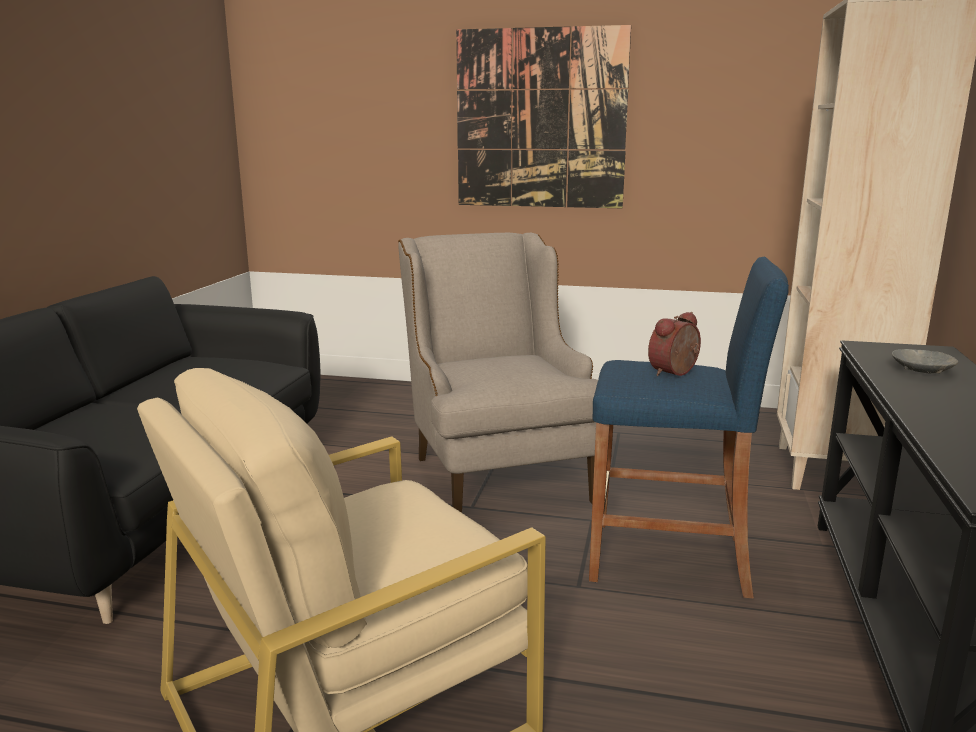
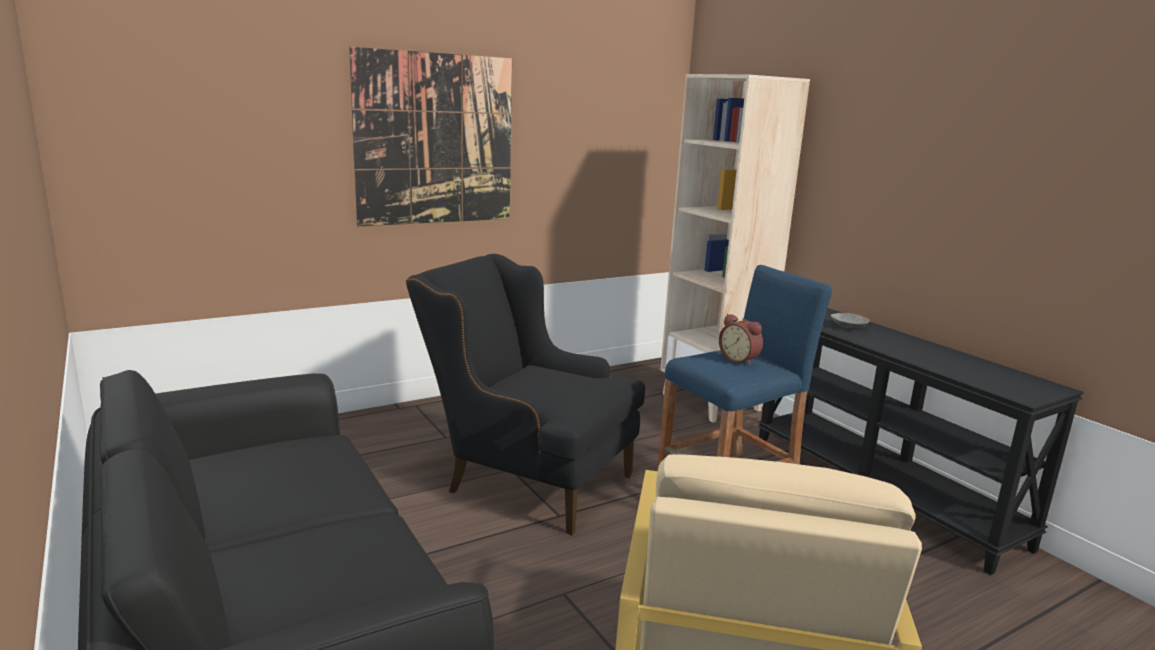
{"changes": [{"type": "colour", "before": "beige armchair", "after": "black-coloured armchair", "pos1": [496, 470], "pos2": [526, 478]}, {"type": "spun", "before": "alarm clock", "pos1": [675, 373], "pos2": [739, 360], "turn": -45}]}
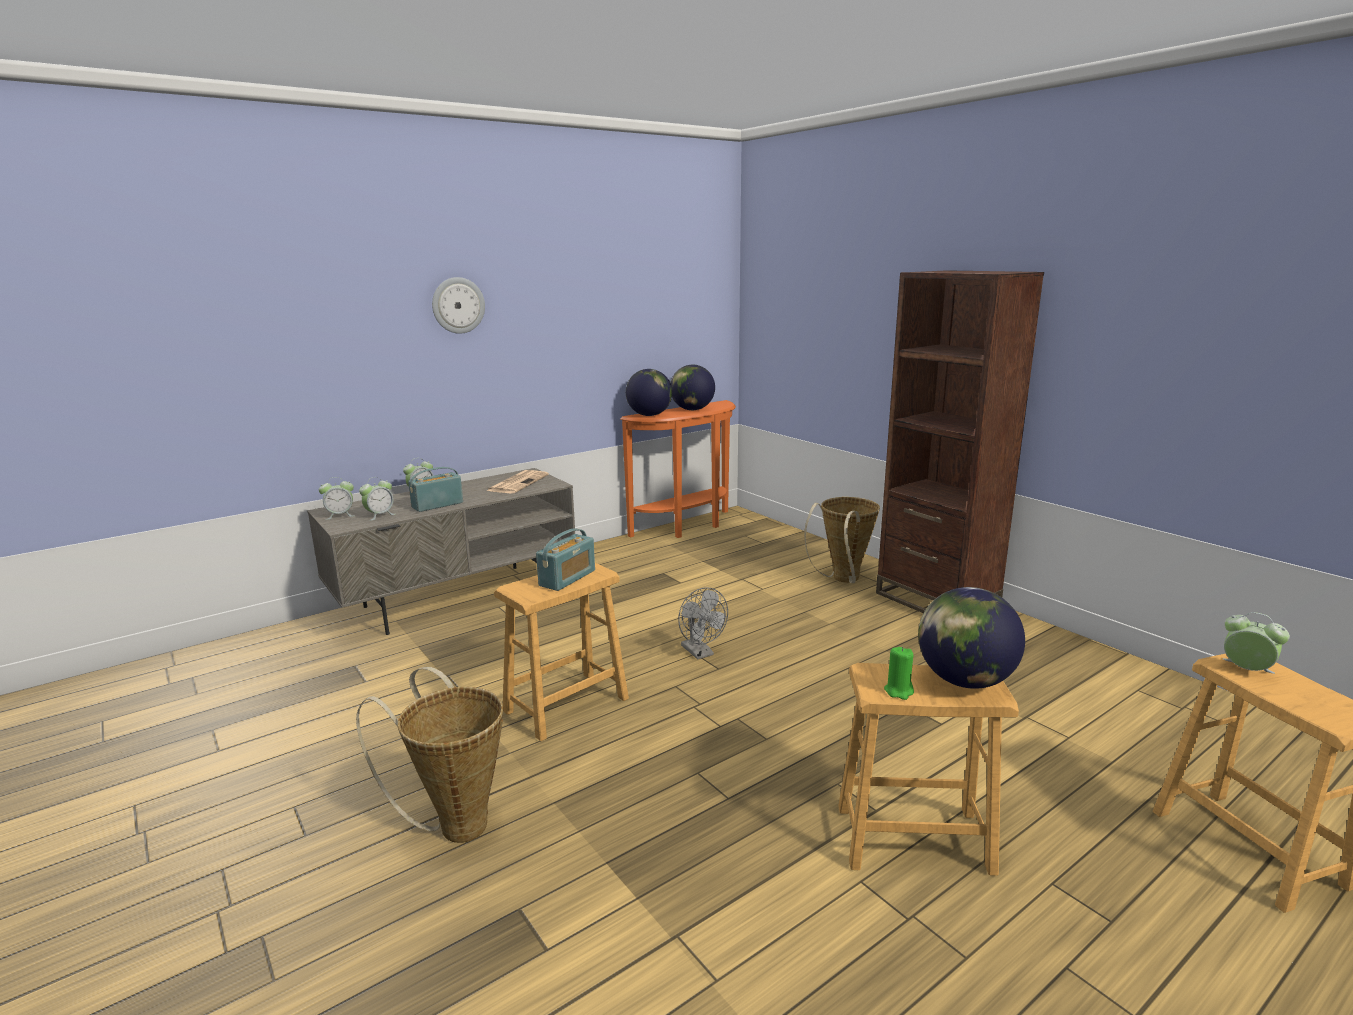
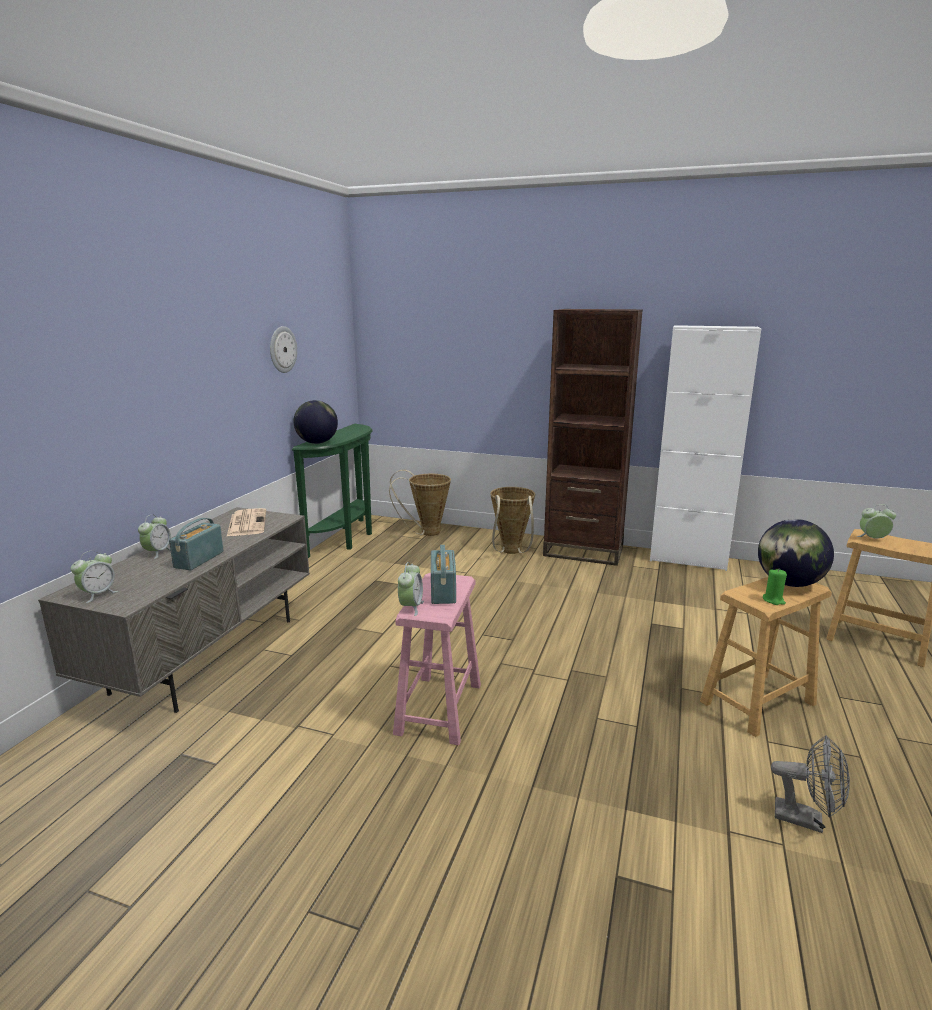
{"changes": [{"type": "relocated", "before": "clock on the wall", "pos1": [458, 305], "pos2": [282, 349]}, {"type": "colour", "before": "orange console table", "after": "green console table", "pos1": [688, 527], "pos2": [347, 539]}, {"type": "relocated", "before": "household basket", "pos1": [456, 823], "pos2": [425, 532]}, {"type": "colour", "before": "brownish stool", "after": "pinkish stool", "pos1": [566, 705], "pos2": [439, 709]}, {"type": "relocated", "before": "alarm clock", "pos1": [380, 515], "pos2": [411, 607]}, {"type": "appeared", "after": "white-coloured cupboard", "pos2": [687, 559]}, {"type": "relocated", "before": "gray fan", "pos1": [700, 653], "pos2": [806, 819]}, {"type": "missing", "before": "world globe", "pos1": [692, 409]}]}
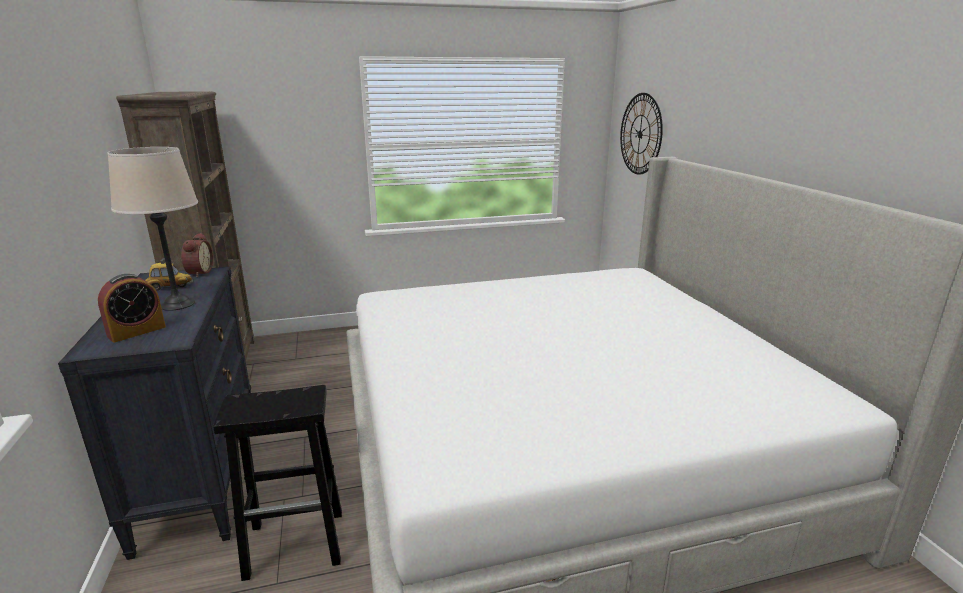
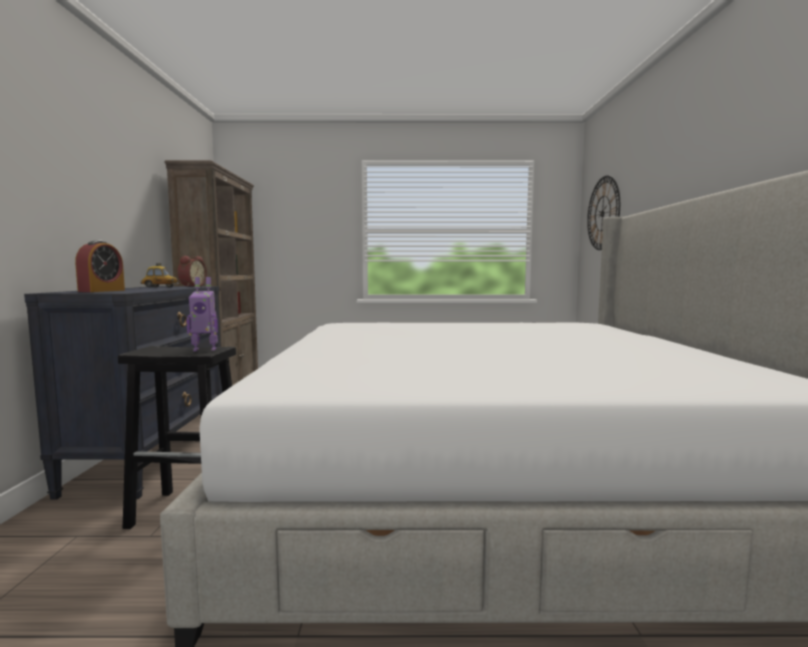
{"changes": [{"type": "spun", "before": "alarm clock", "pos1": [136, 331], "pos2": [102, 291], "turn": -45}, {"type": "appeared", "after": "model robot", "pos2": [205, 349]}, {"type": "missing", "before": "beige lamp for a table", "pos1": [177, 304]}]}
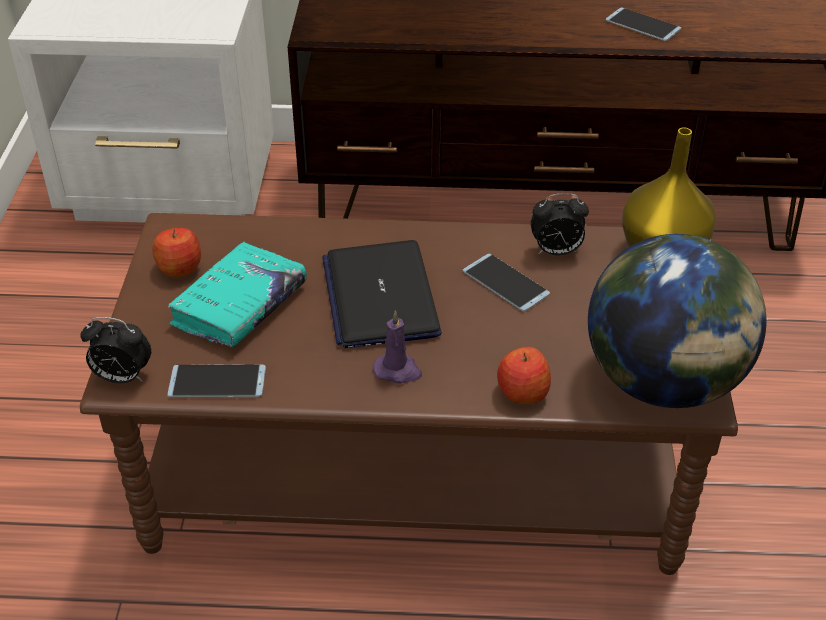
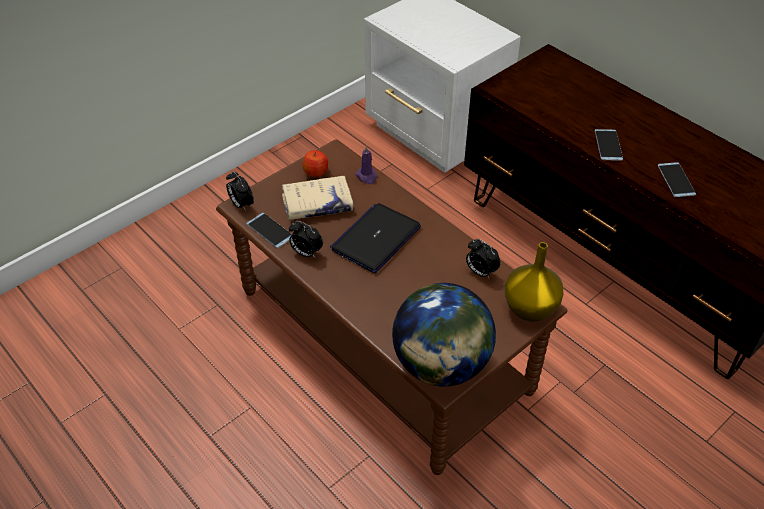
{"changes": [{"type": "colour", "before": "turquoise volume", "after": "beige volume", "pos1": [239, 305], "pos2": [317, 204]}, {"type": "appeared", "after": "alarm clock", "pos2": [306, 253]}, {"type": "relocated", "before": "purple-coloured candle", "pos1": [398, 371], "pos2": [367, 176]}, {"type": "relocated", "before": "phone", "pos1": [506, 283], "pos2": [608, 145]}, {"type": "missing", "before": "whole apple", "pos1": [522, 392]}]}
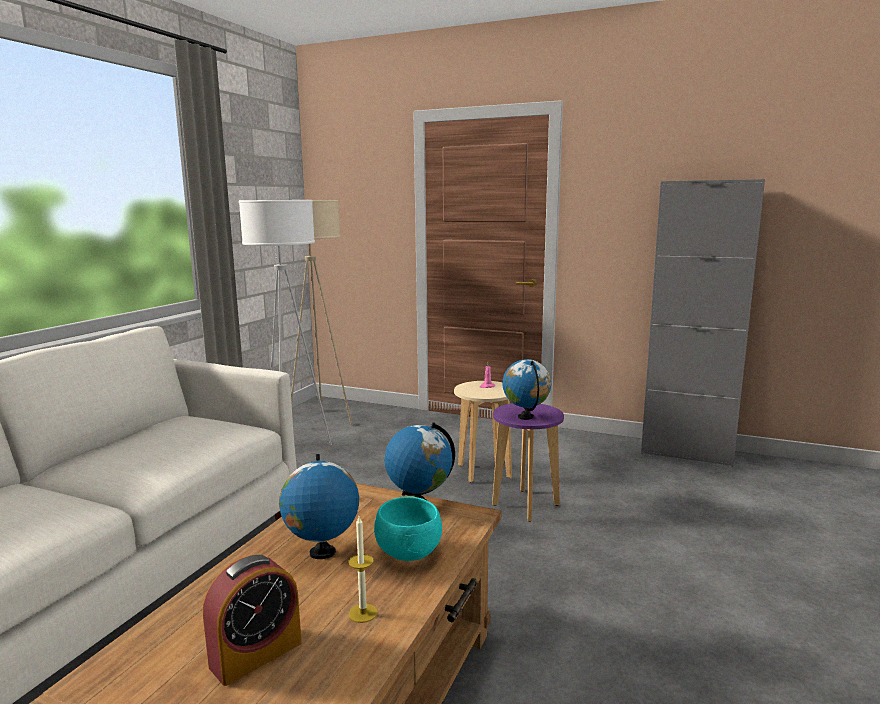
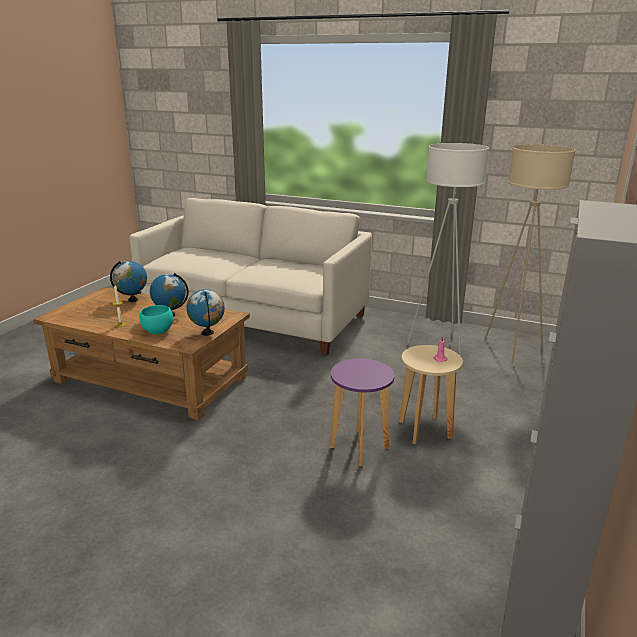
{"changes": [{"type": "relocated", "before": "world globe", "pos1": [526, 417], "pos2": [133, 300]}, {"type": "missing", "before": "alarm clock", "pos1": [256, 654]}]}
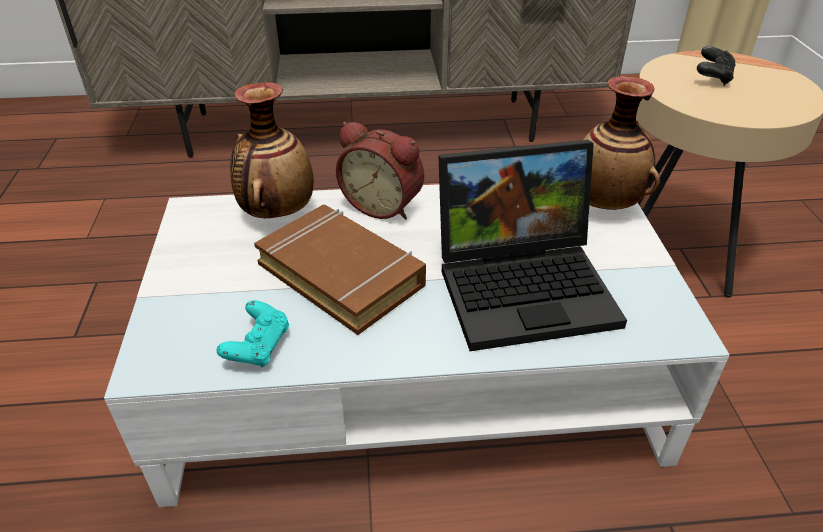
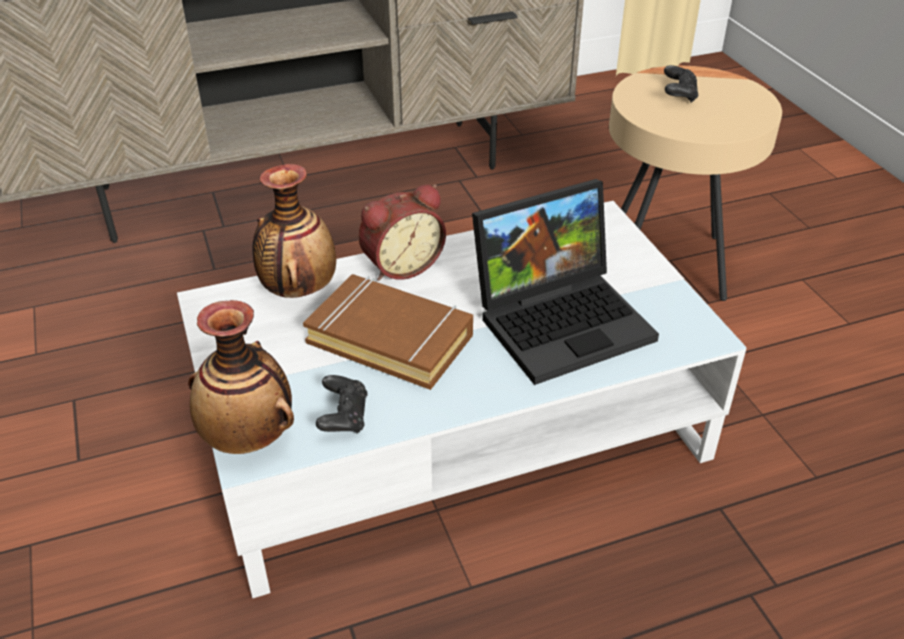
{"changes": [{"type": "relocated", "before": "flower vase", "pos1": [603, 204], "pos2": [249, 437]}, {"type": "colour", "before": "turquoise gamepad", "after": "black-coloured gamepad", "pos1": [258, 346], "pos2": [343, 417]}, {"type": "spun", "before": "alarm clock", "pos1": [383, 205], "pos2": [401, 265], "turn": -45}]}
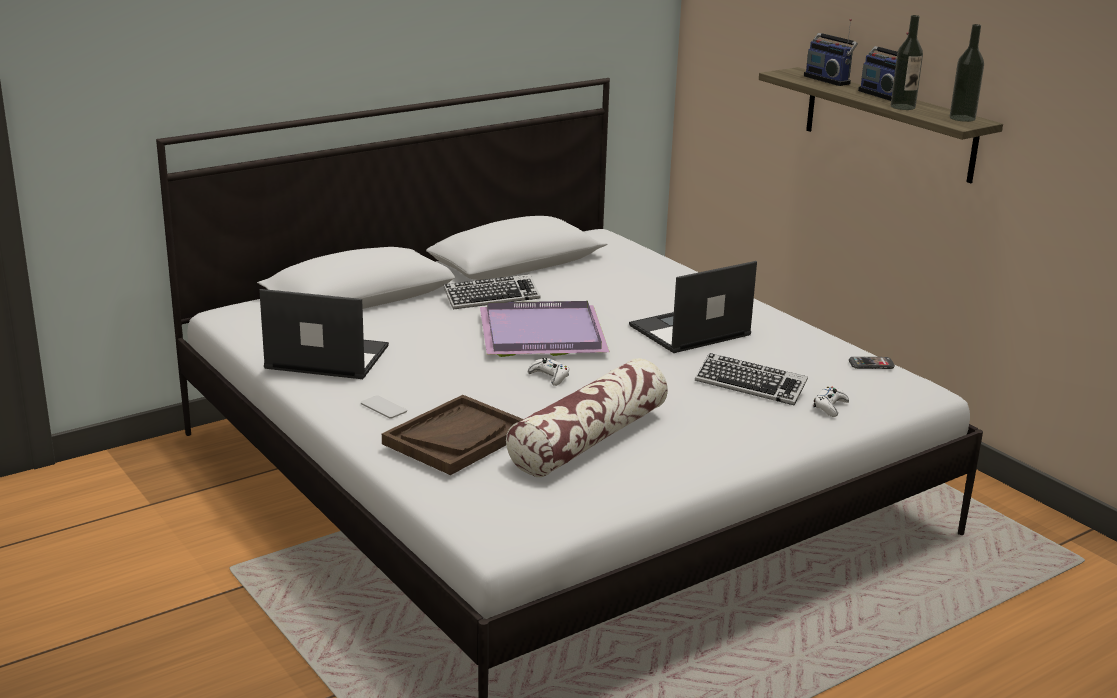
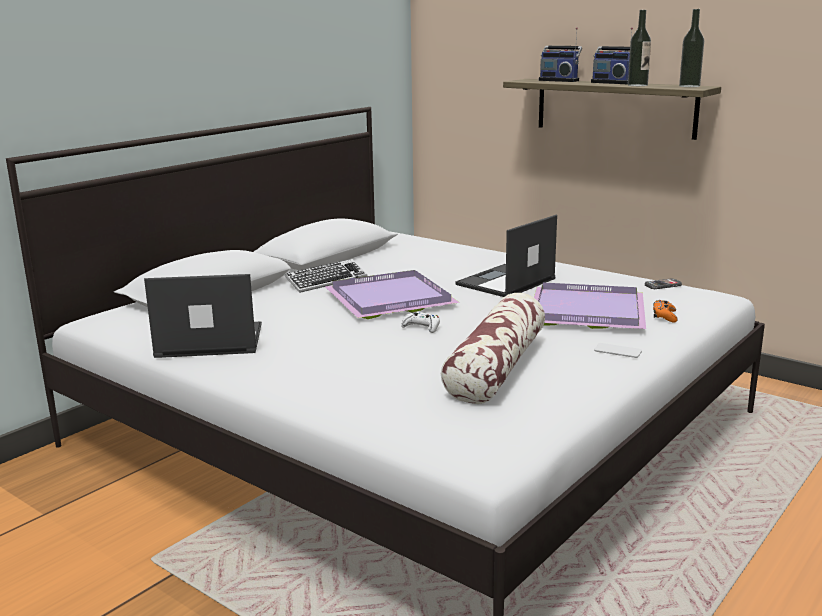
{"changes": [{"type": "exchanged", "before": "computer keyboard", "after": "purple-coloured serving tray", "pos1": [750, 385], "pos2": [589, 311]}, {"type": "relocated", "before": "phone", "pos1": [383, 408], "pos2": [617, 351]}, {"type": "colour", "before": "white-coloured gamepad", "after": "orange gamepad", "pos1": [830, 407], "pos2": [664, 316]}, {"type": "missing", "before": "brownish serving tray", "pos1": [456, 438]}]}
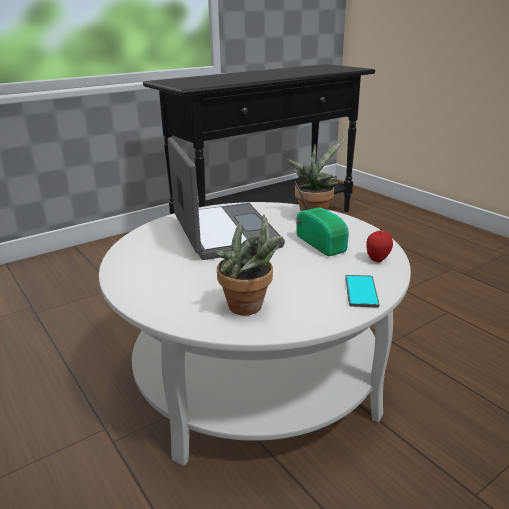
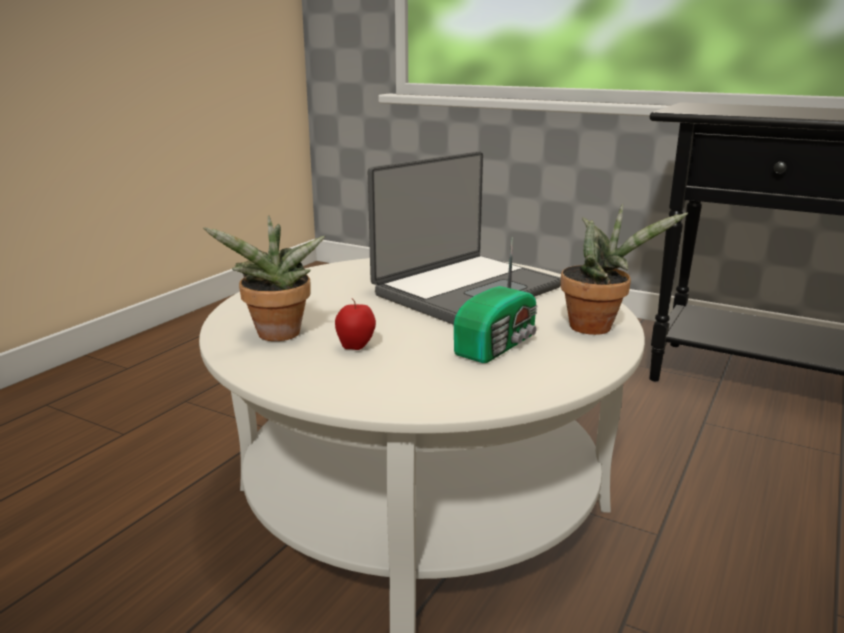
{"changes": [{"type": "relocated", "before": "whole apple", "pos1": [377, 259], "pos2": [356, 347]}, {"type": "missing", "before": "phone", "pos1": [361, 291]}]}
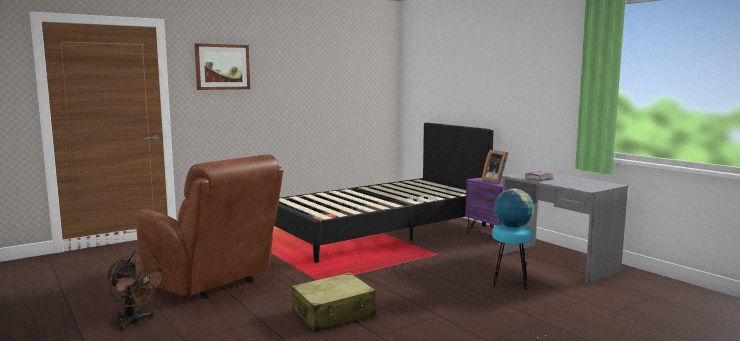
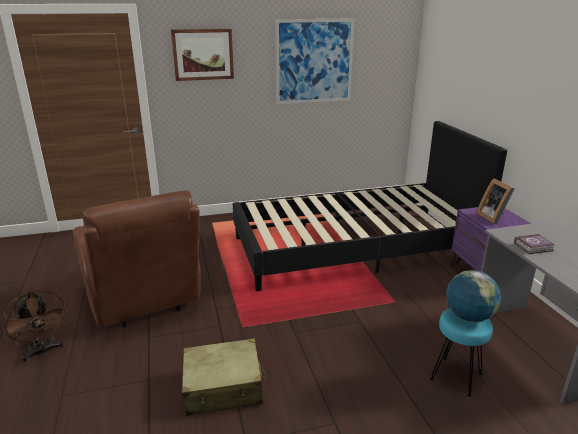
{"changes": [{"type": "appeared", "after": "wall picture", "pos2": [314, 61]}]}
